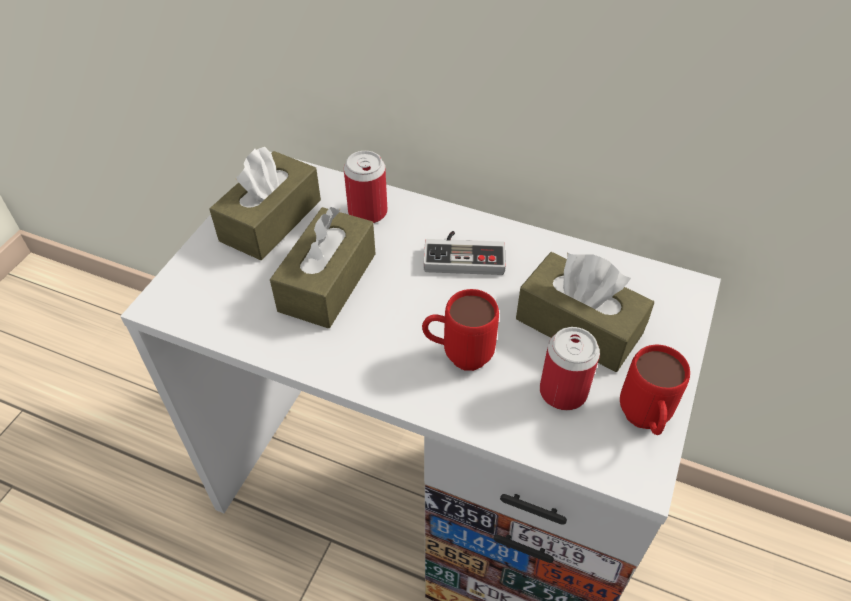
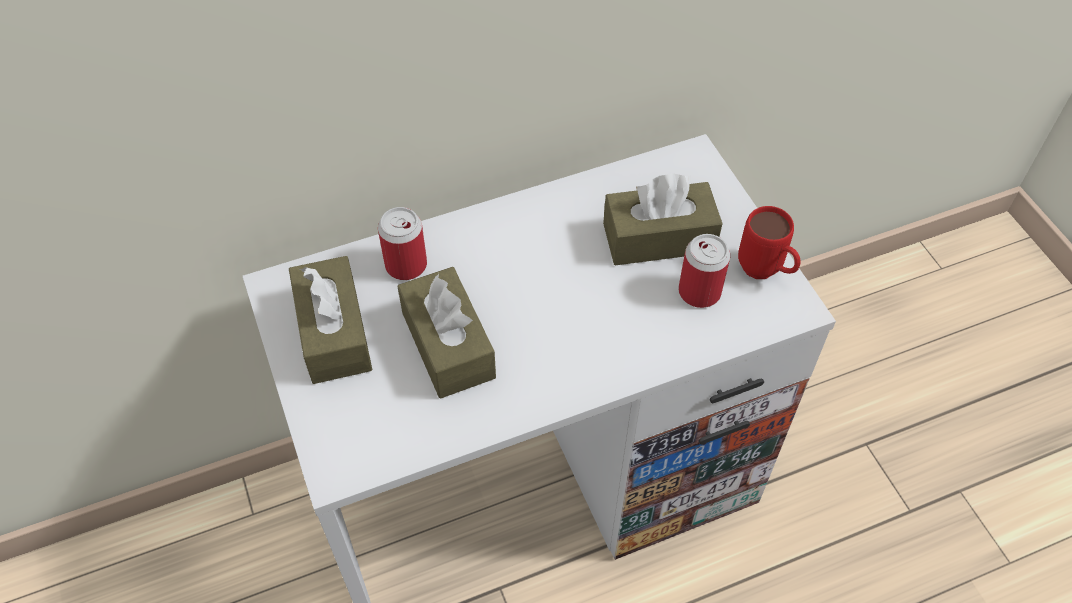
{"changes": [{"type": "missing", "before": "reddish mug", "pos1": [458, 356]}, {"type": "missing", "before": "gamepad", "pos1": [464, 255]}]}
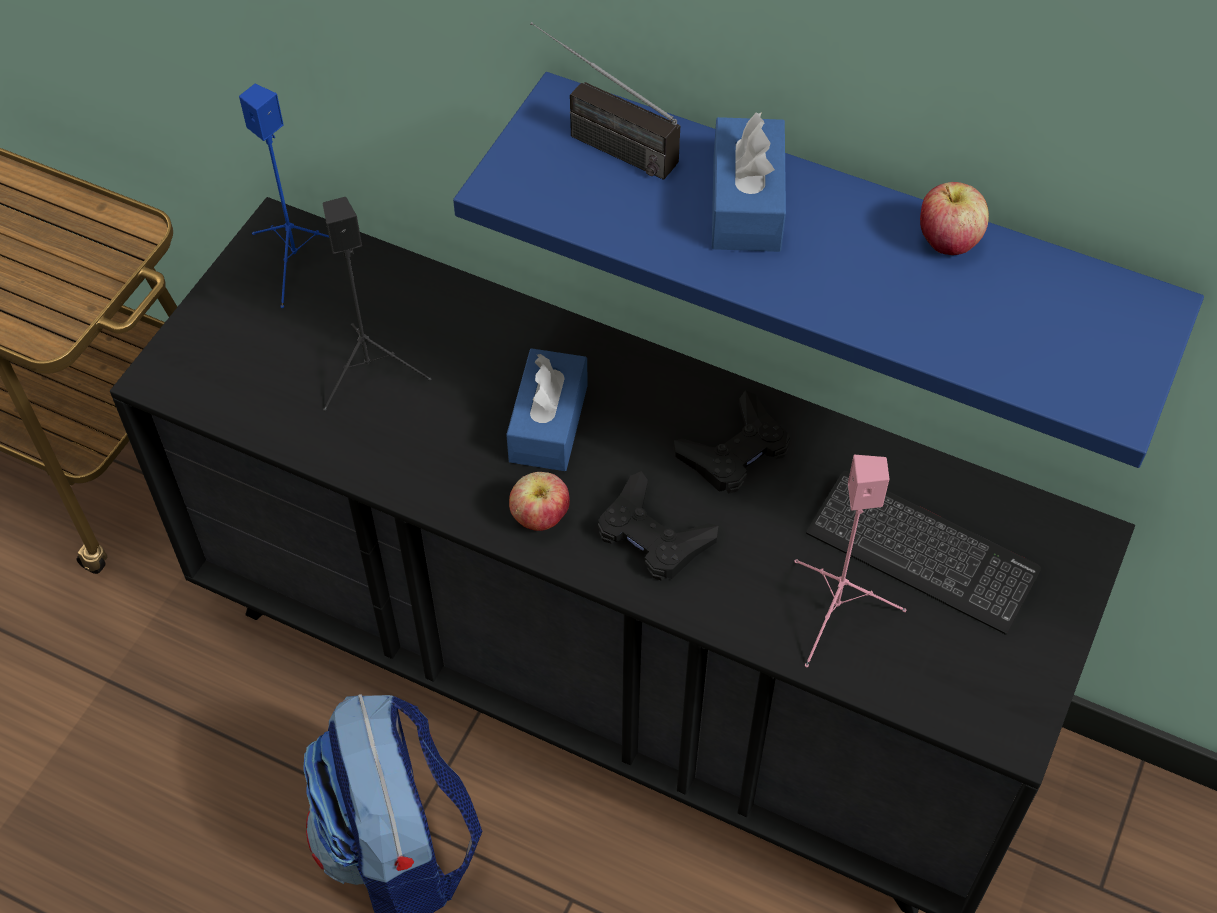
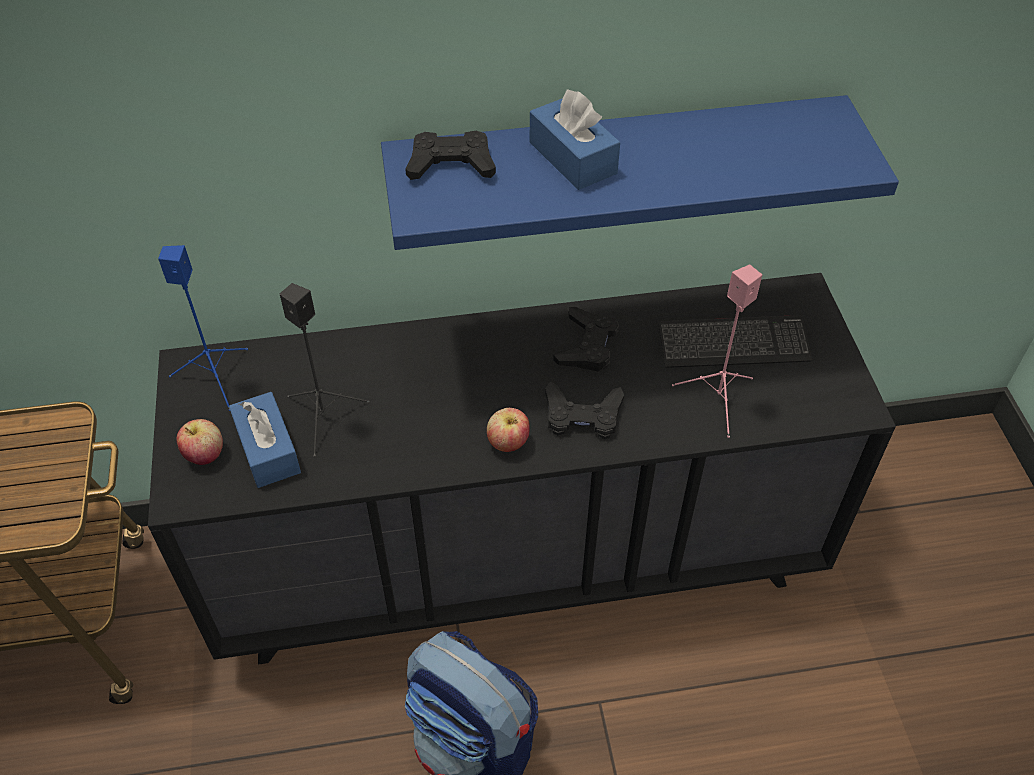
{"changes": [{"type": "relocated", "before": "whole apple", "pos1": [947, 241], "pos2": [205, 455]}, {"type": "relocated", "before": "blue box of tissues", "pos1": [548, 423], "pos2": [268, 450]}, {"type": "exchanged", "before": "radio", "after": "black-coloured gamepad", "pos1": [597, 140], "pos2": [451, 164]}]}
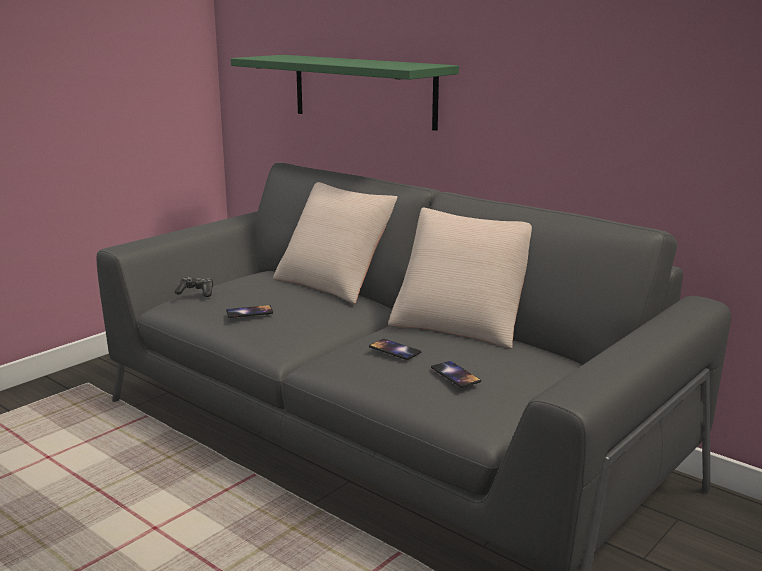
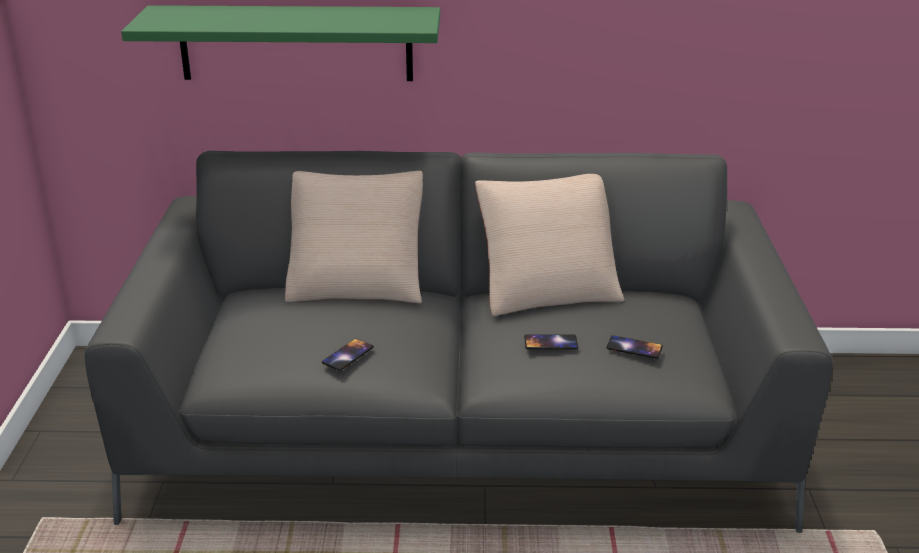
{"changes": [{"type": "missing", "before": "gamepad", "pos1": [196, 292]}]}
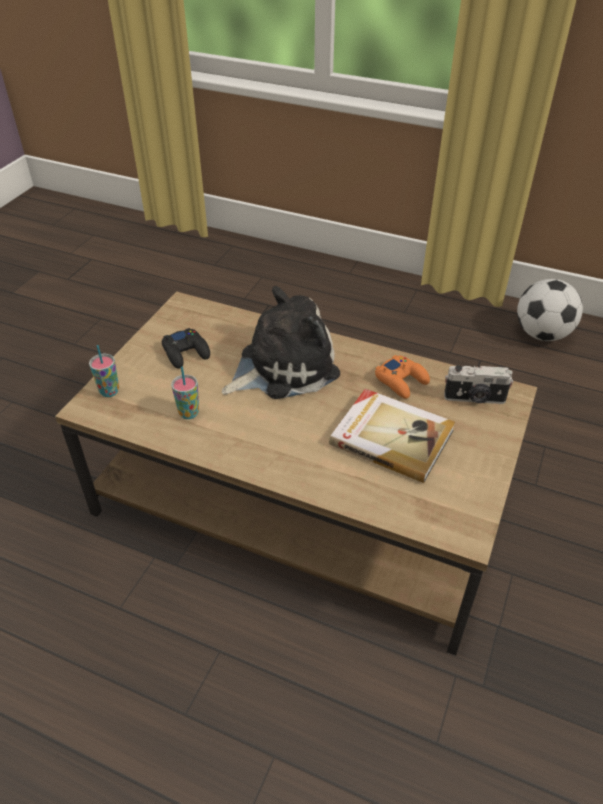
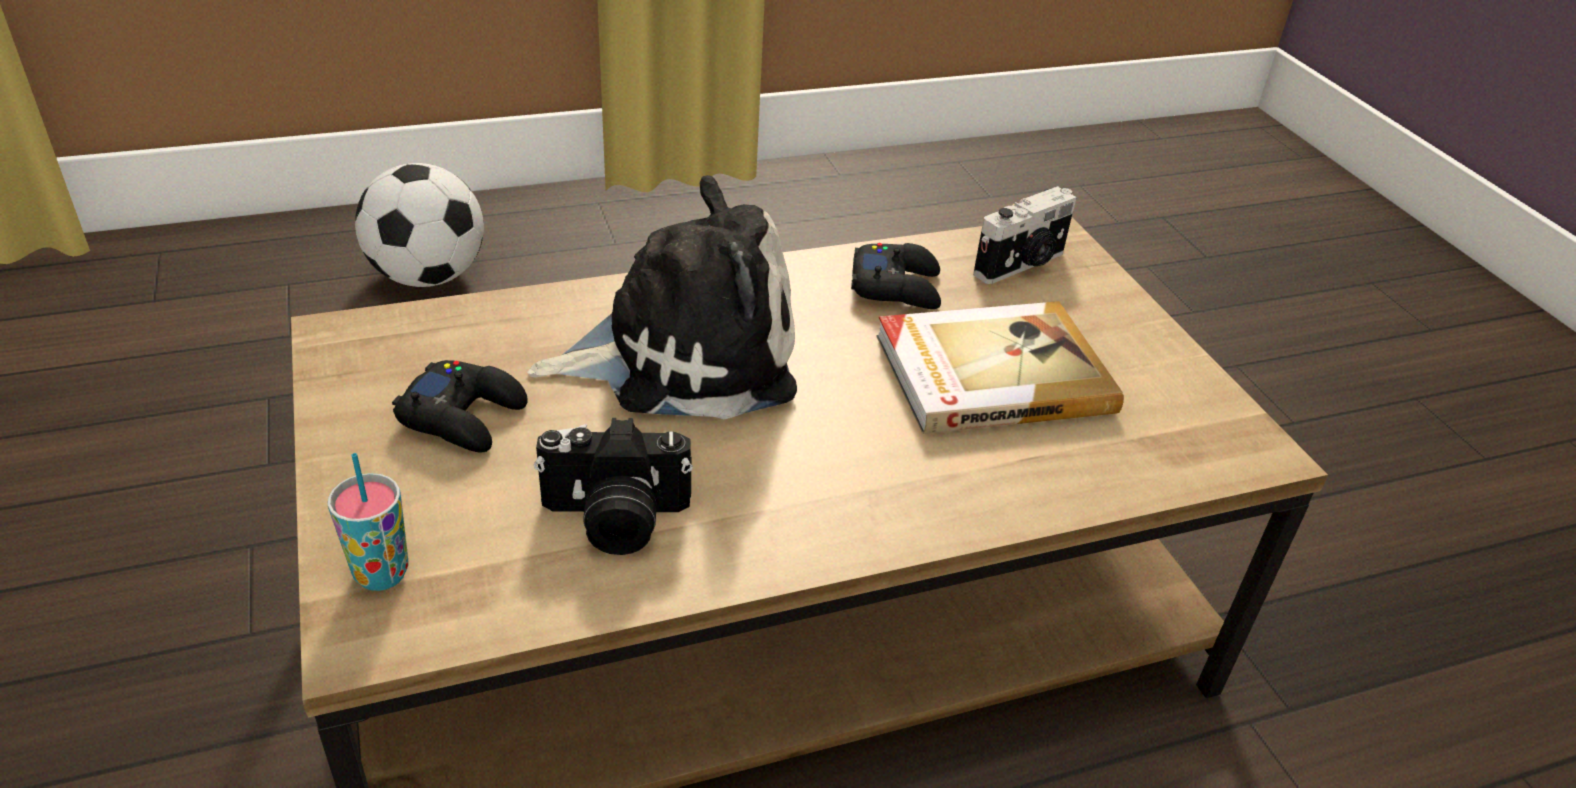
{"changes": [{"type": "relocated", "before": "football ball", "pos1": [542, 334], "pos2": [428, 277]}, {"type": "spun", "before": "plush toy", "pos1": [282, 366], "pos2": [684, 353], "turn": 60}, {"type": "exchanged", "before": "drinking cup", "after": "still camera", "pos1": [189, 413], "pos2": [614, 520]}, {"type": "colour", "before": "orange gamepad", "after": "black-coloured gamepad", "pos1": [401, 381], "pos2": [897, 286]}]}
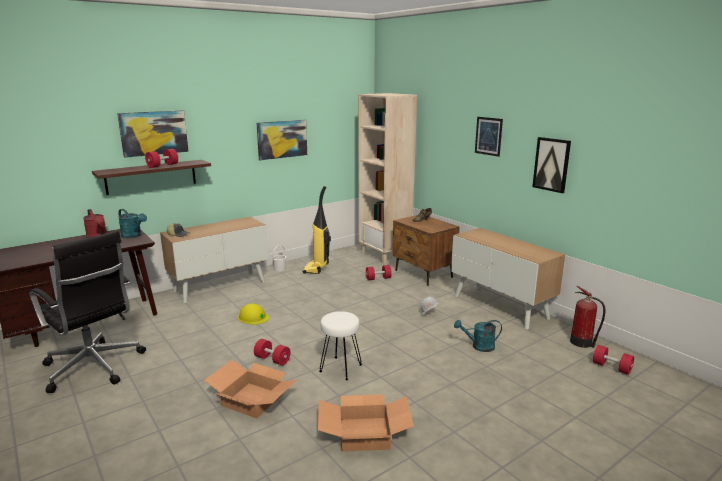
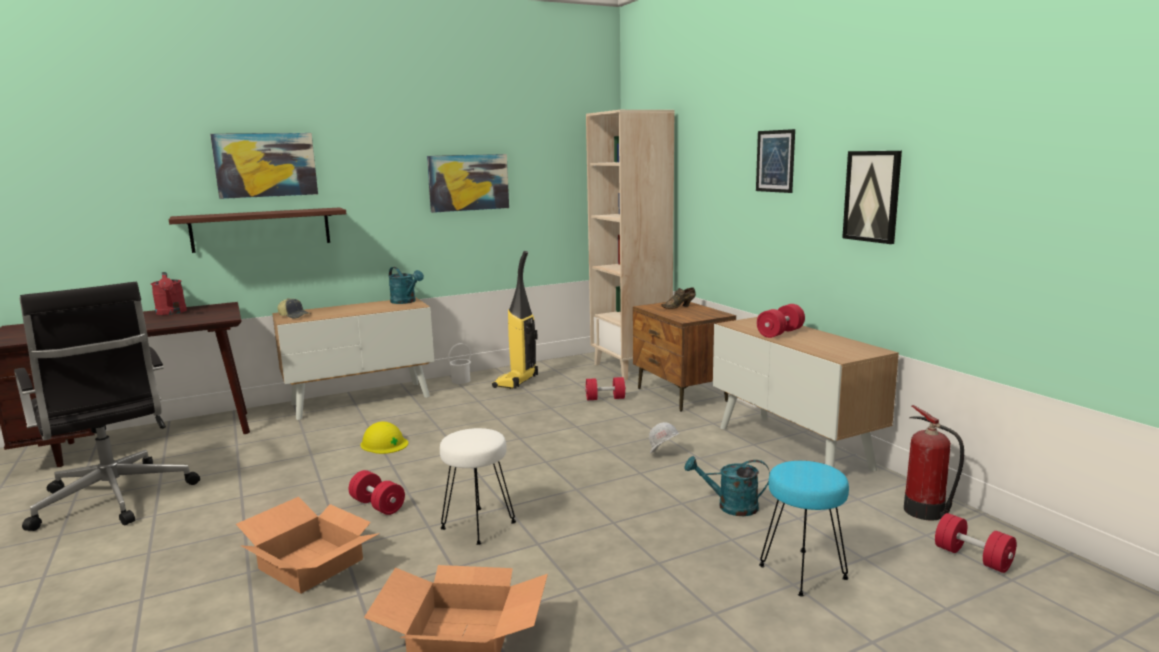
{"changes": [{"type": "relocated", "before": "turquoise sprinkling can", "pos1": [133, 236], "pos2": [406, 302]}, {"type": "relocated", "before": "reddish dumbbell", "pos1": [162, 165], "pos2": [780, 333]}, {"type": "appeared", "after": "turquoise stool", "pos2": [803, 573]}]}
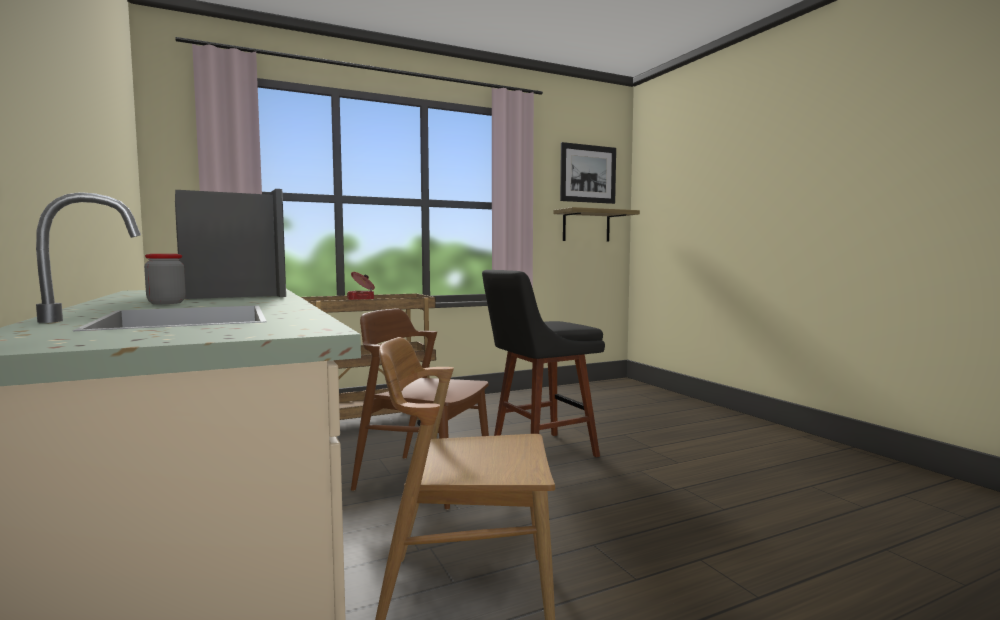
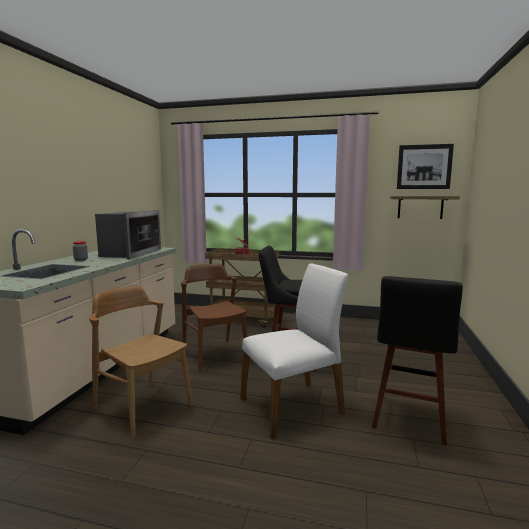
{"changes": [{"type": "appeared", "after": "white-coloured chair", "pos2": [293, 406]}, {"type": "appeared", "after": "black-coloured stool", "pos2": [409, 420]}]}
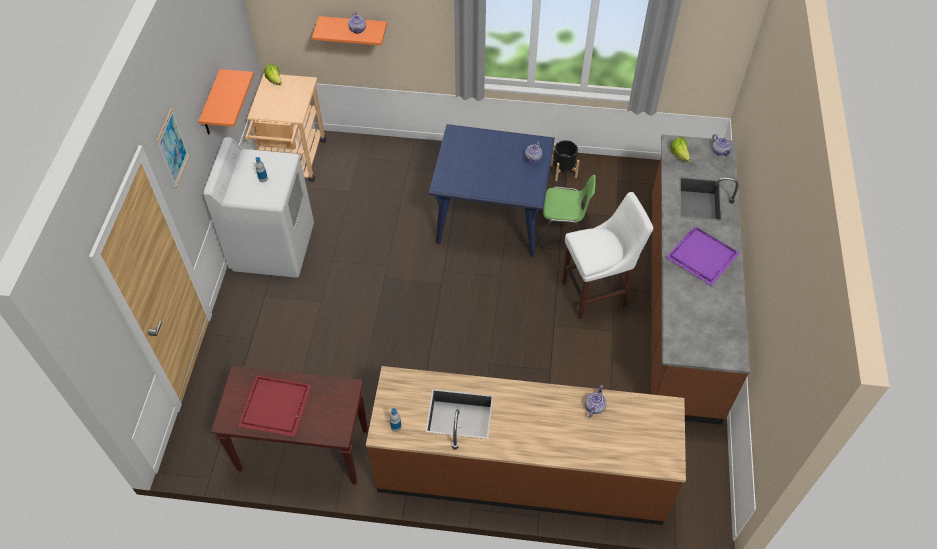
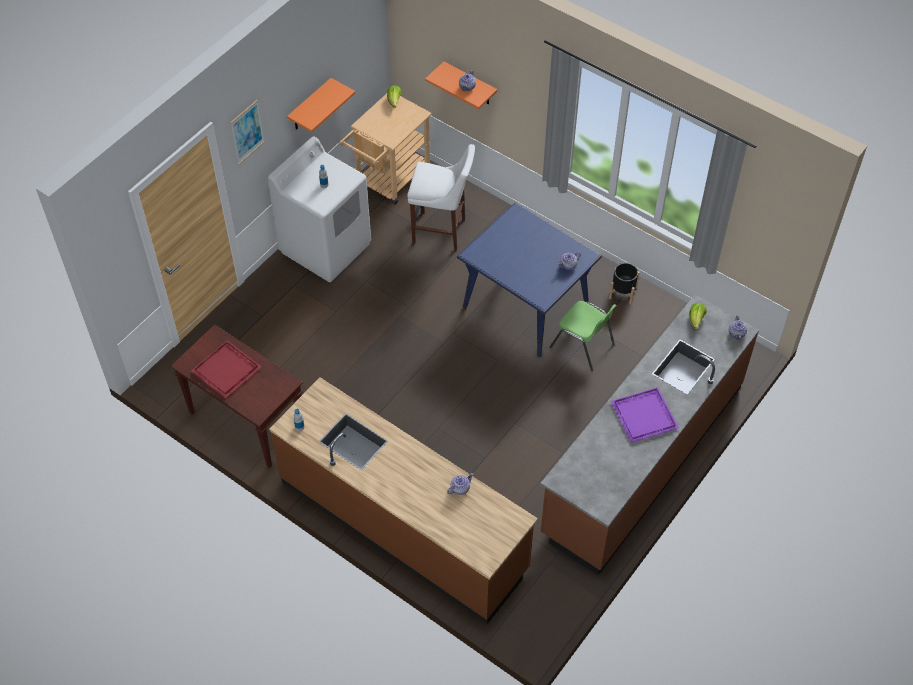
{"changes": [{"type": "relocated", "before": "white-coloured stool", "pos1": [596, 294], "pos2": [442, 231]}]}
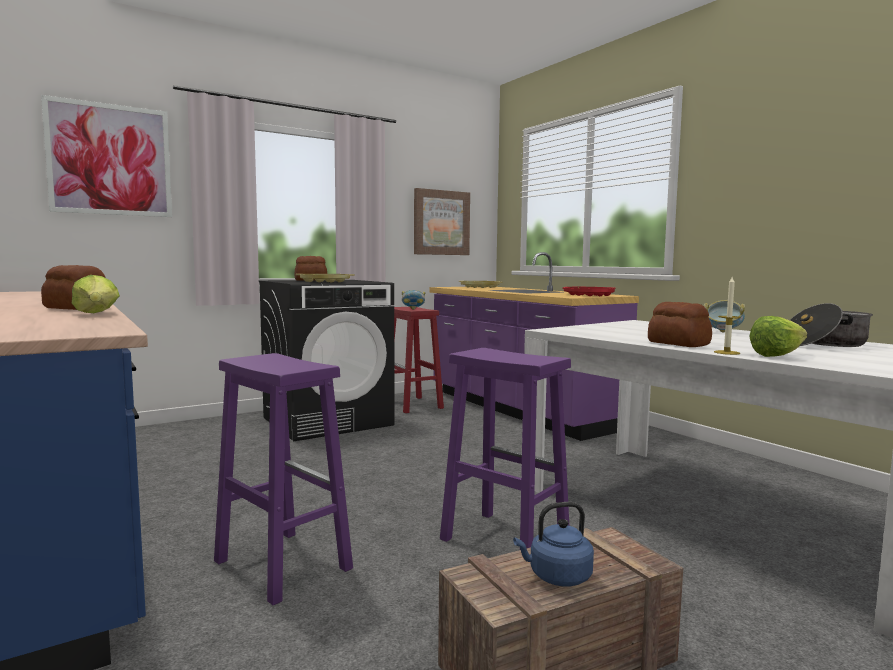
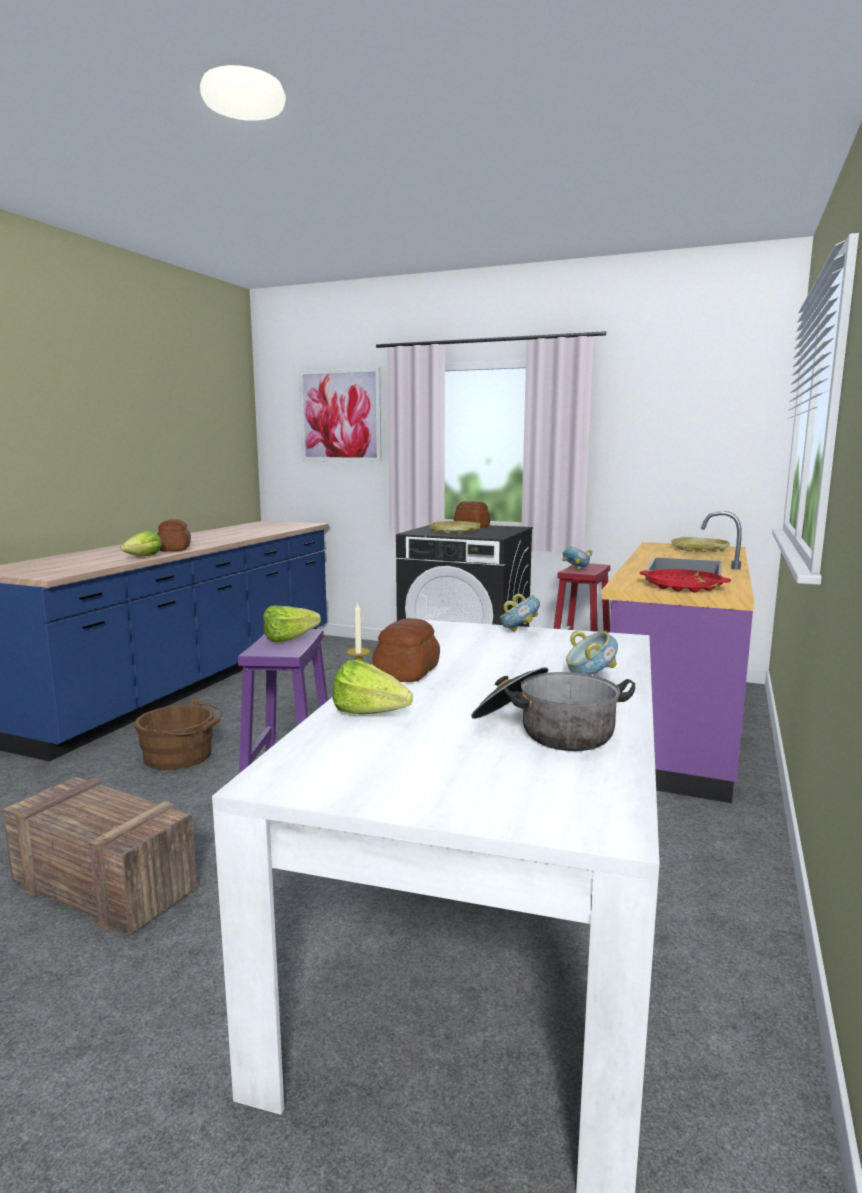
{"changes": [{"type": "exchanged", "before": "purple-coloured stool", "after": "brownish bucket", "pos1": [281, 564], "pos2": [181, 756]}, {"type": "appeared", "after": "lettuce head", "pos2": [294, 639]}, {"type": "appeared", "after": "bowl", "pos2": [518, 631]}, {"type": "missing", "before": "wall picture", "pos1": [441, 223]}, {"type": "missing", "before": "blue tea kettle", "pos1": [557, 577]}]}
